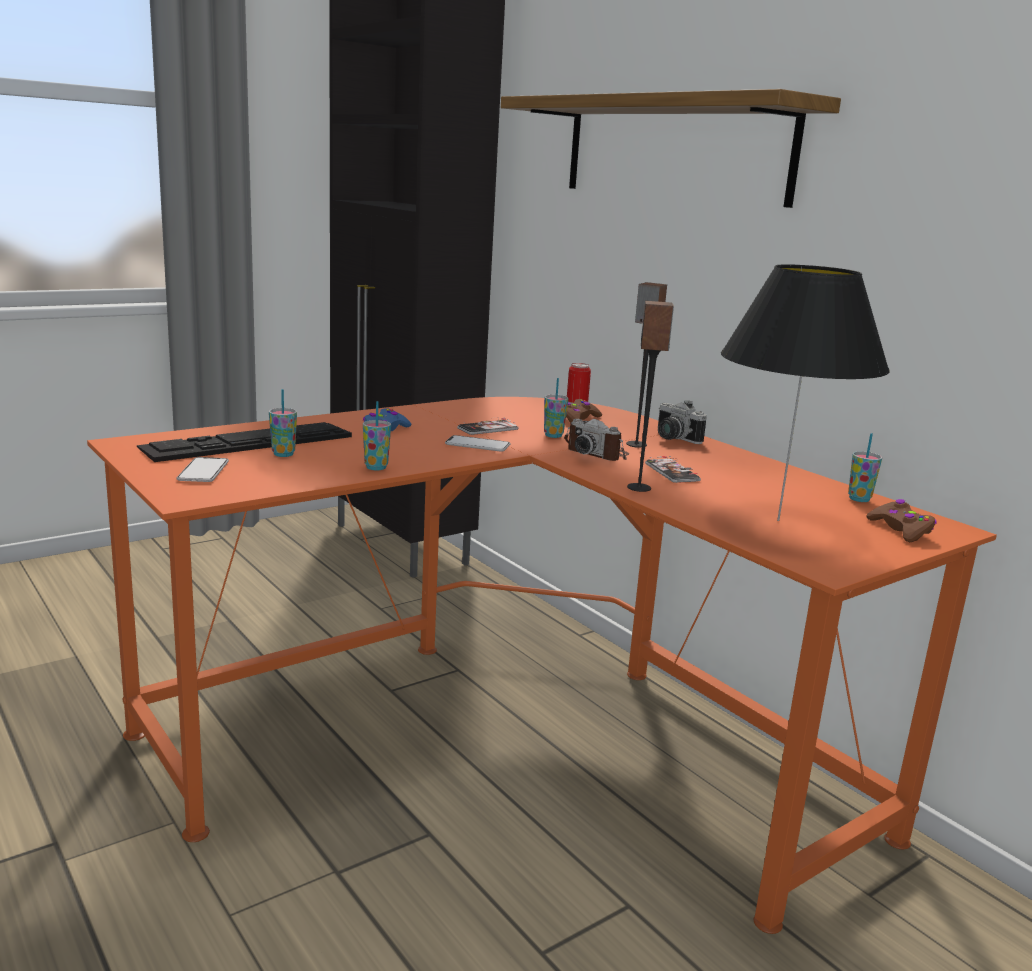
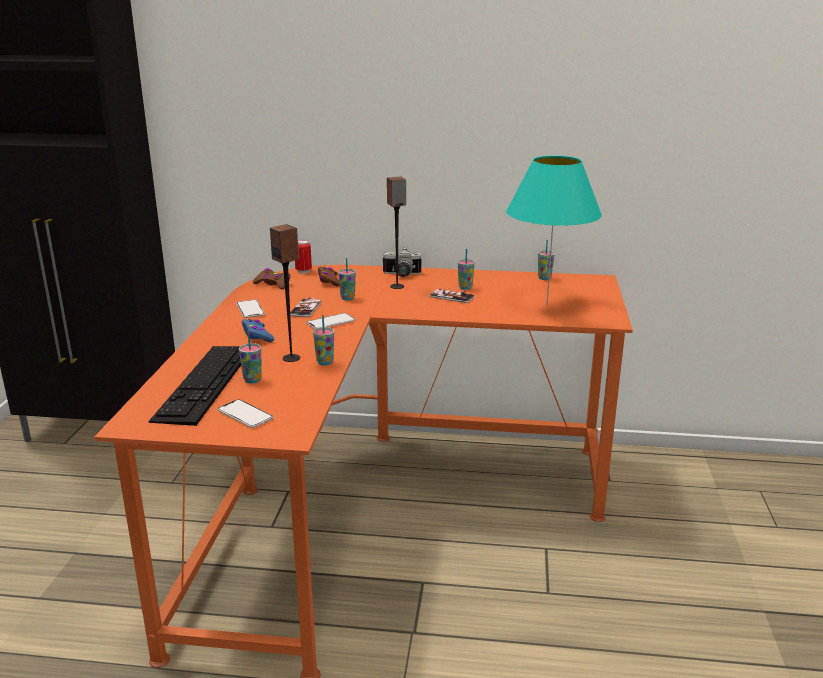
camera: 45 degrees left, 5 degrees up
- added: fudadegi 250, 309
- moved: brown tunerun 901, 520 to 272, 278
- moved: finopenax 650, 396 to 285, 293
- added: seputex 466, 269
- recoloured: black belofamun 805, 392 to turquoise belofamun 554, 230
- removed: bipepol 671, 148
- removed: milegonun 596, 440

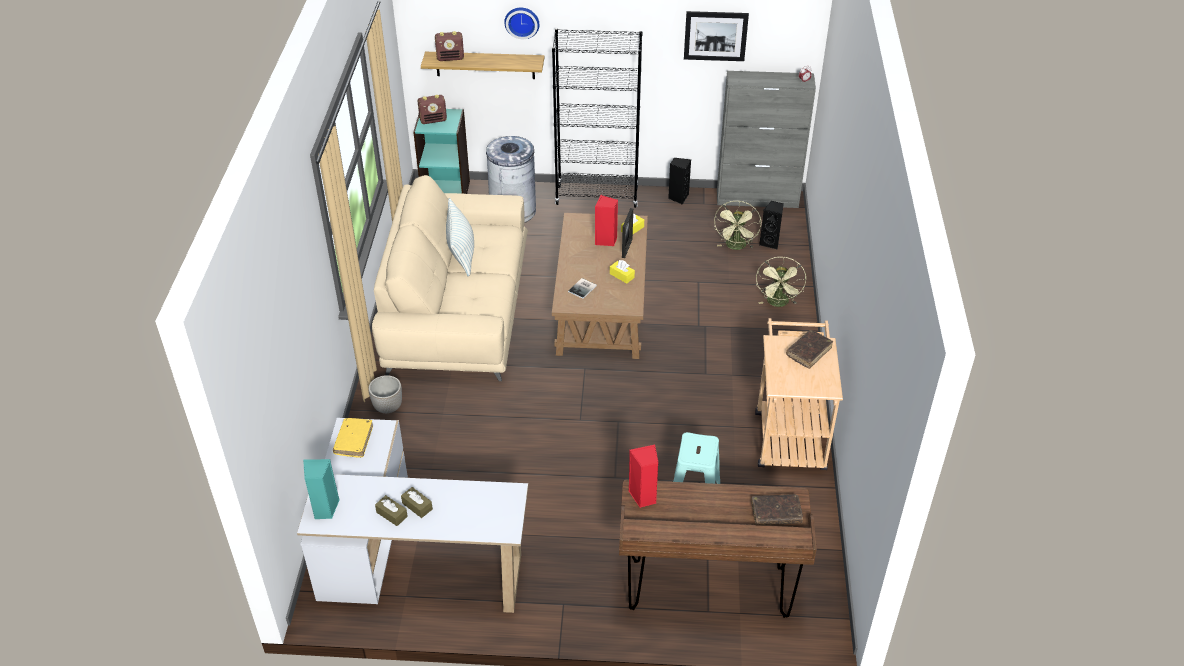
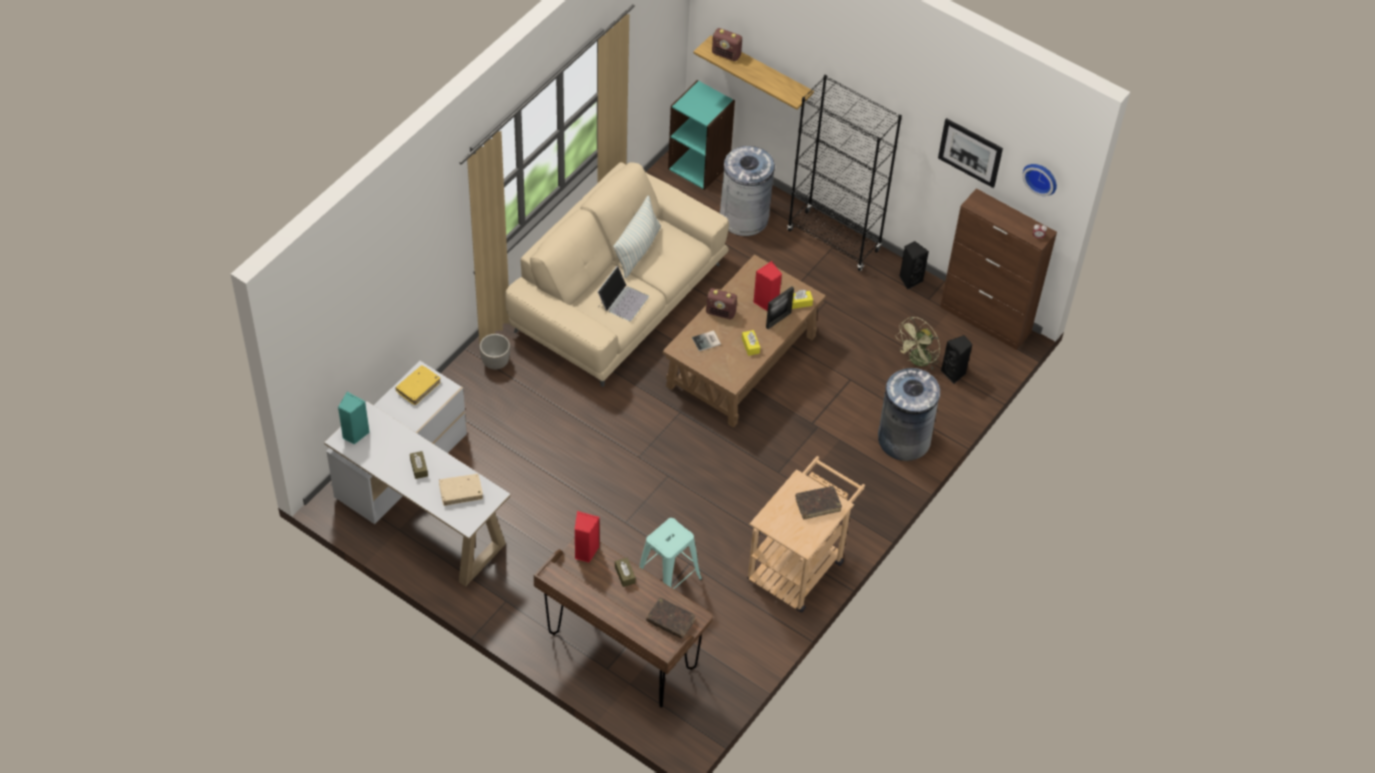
camera: 30 degrees right, 10 degrees up
- added: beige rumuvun 461, 490
- added: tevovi 623, 293
- moved: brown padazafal 391, 510 to 625, 572
- moved: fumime 432, 109 to 721, 303
- replaced: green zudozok 781, 282 to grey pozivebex 909, 414
- recoloured: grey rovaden 766, 139 to brown rovaden 998, 269
- moved: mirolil 521, 23 to 1040, 180

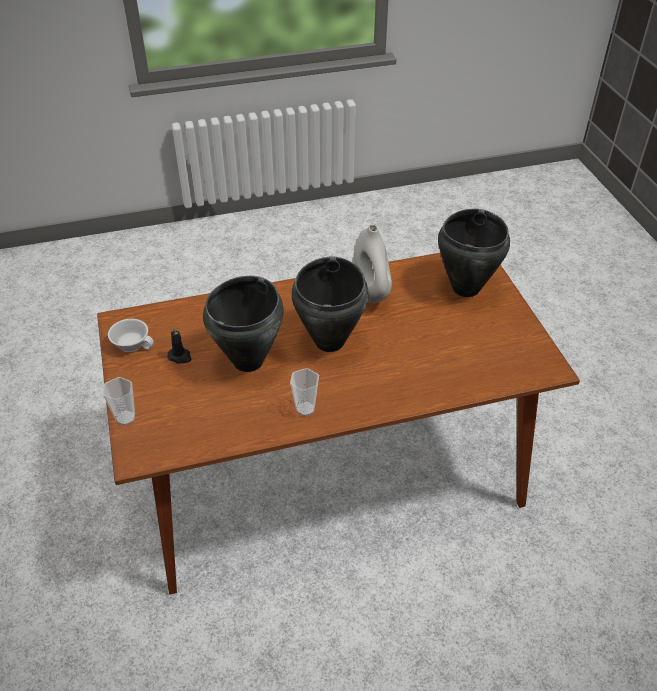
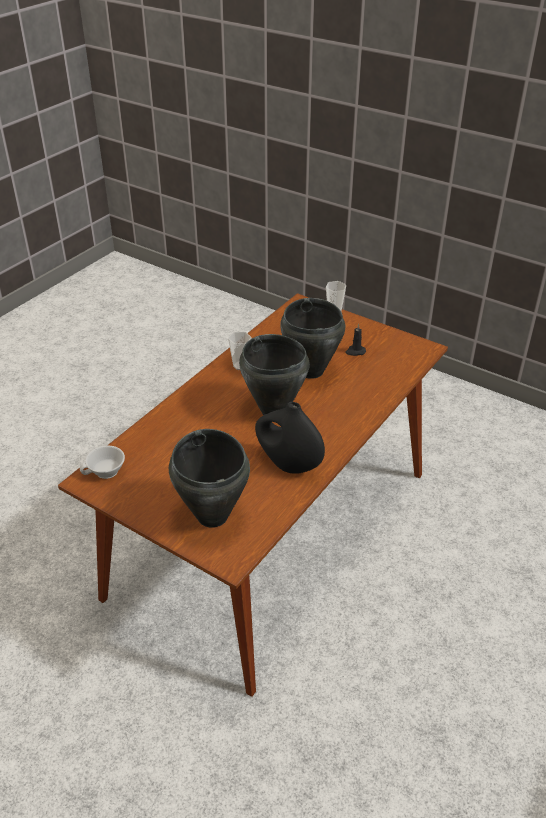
camera: 140 degrees right, 5 degrees down
- moved: white seputex 131, 335 to 102, 462
- recoloured: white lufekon 372, 263 to black lufekon 290, 438

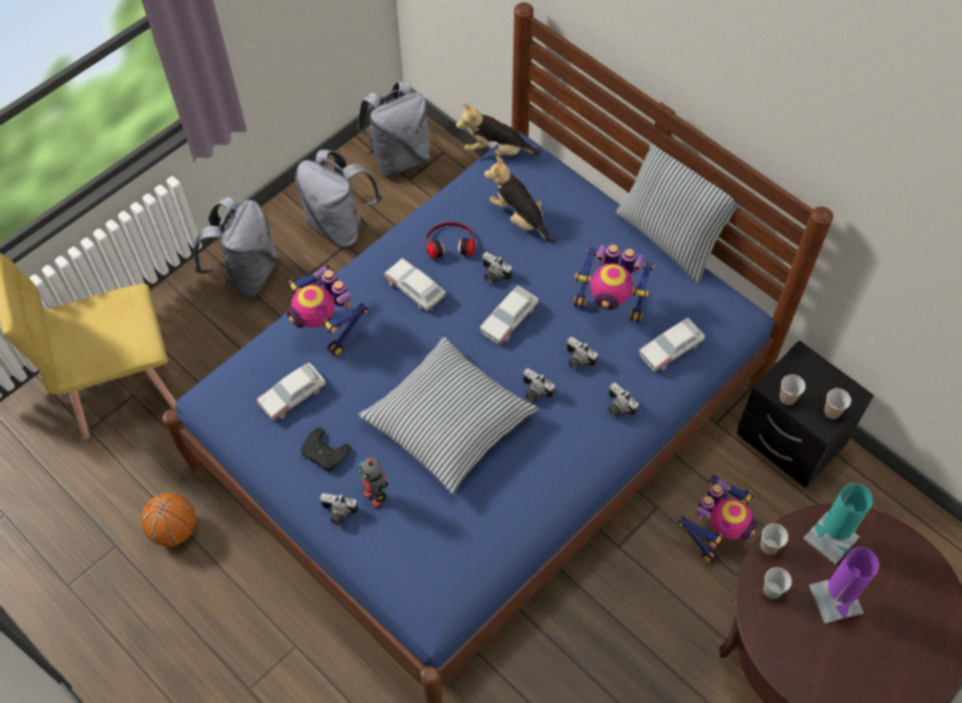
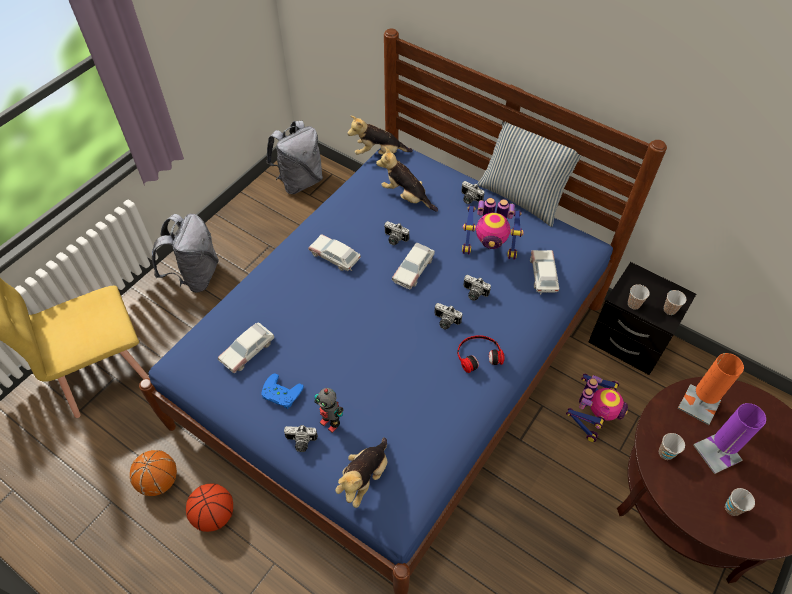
camera: 10 degrees left, 5 degrees down
- added: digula 209, 508
- recoloured: black tunerun 326, 449 to blue tunerun 282, 391
- added: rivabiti 361, 472
- moved: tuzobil 451, 240 to 481, 354
- moved: milegonun 623, 400 to 472, 192
- turned: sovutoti 671, 345 = 544, 272 135 degrees clockwise
- recoloured: turquoise belofamun 838, 524 to orange belofamun 711, 389
- moved: seputex 774, 539 to 740, 502
- removed: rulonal 328, 310
- removed: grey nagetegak 338, 198
- removed: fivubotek 448, 415

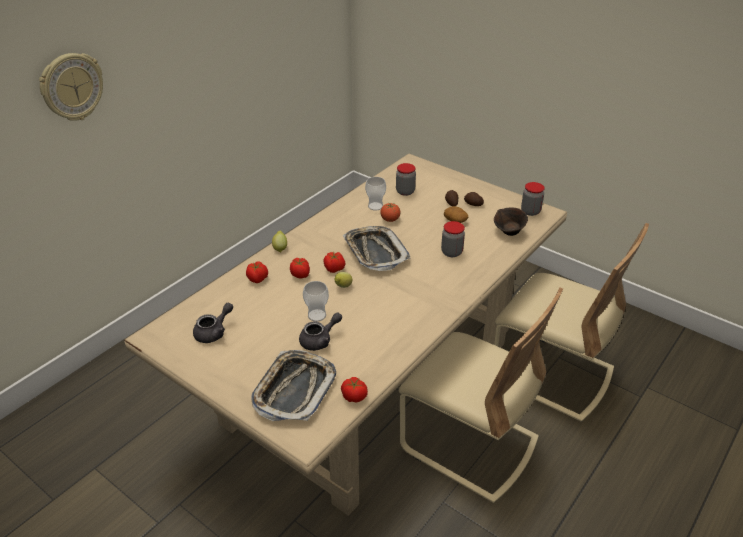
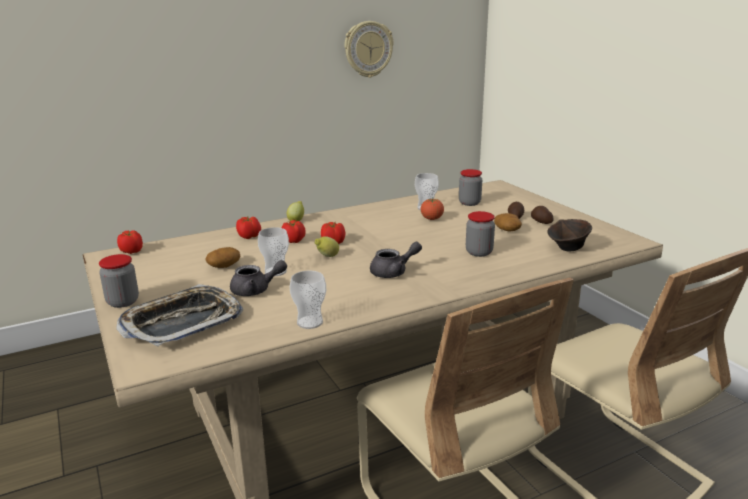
camera: 25 degrees right, 15 degrees down
- moved: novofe 533, 199 to 119, 281
- moved: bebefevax 354, 390 to 130, 242
- added: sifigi 223, 257
- added: seputex 308, 300
- moved: mirolil 71, 87 to 369, 49
- moved: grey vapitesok 213, 322 to 396, 260
- removed: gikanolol 377, 248

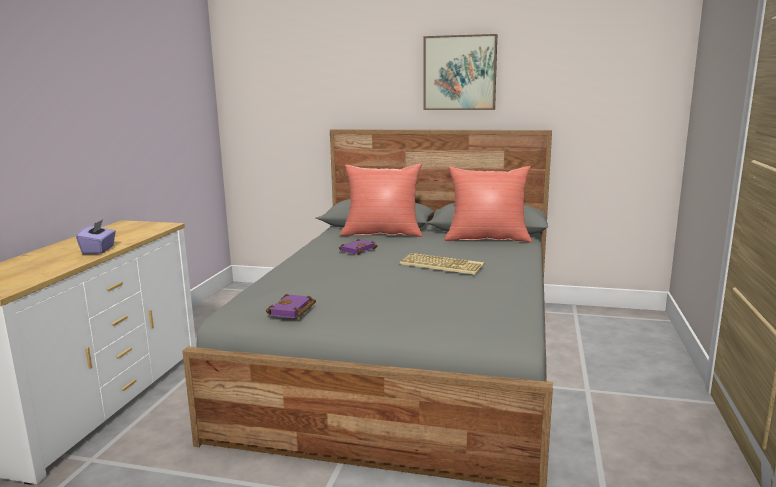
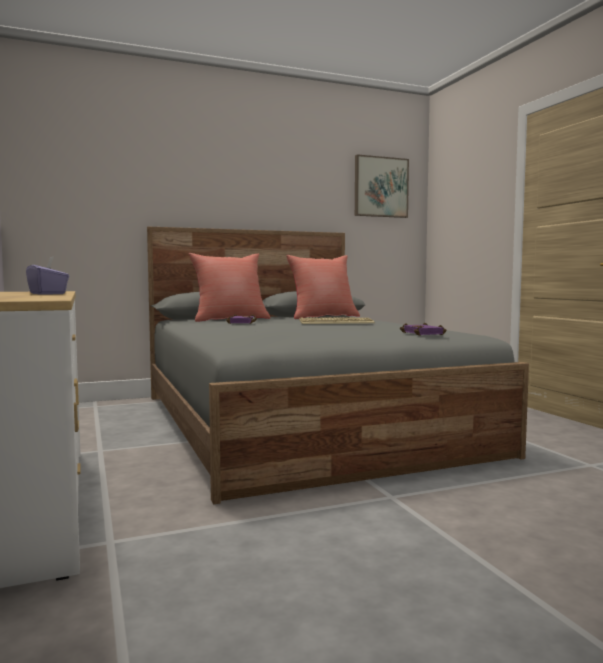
camera: 35 degrees left, 10 degrees down
- moved: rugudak 460, 72 to 382, 186
- moved: purple rumuvun 291, 306 to 423, 329

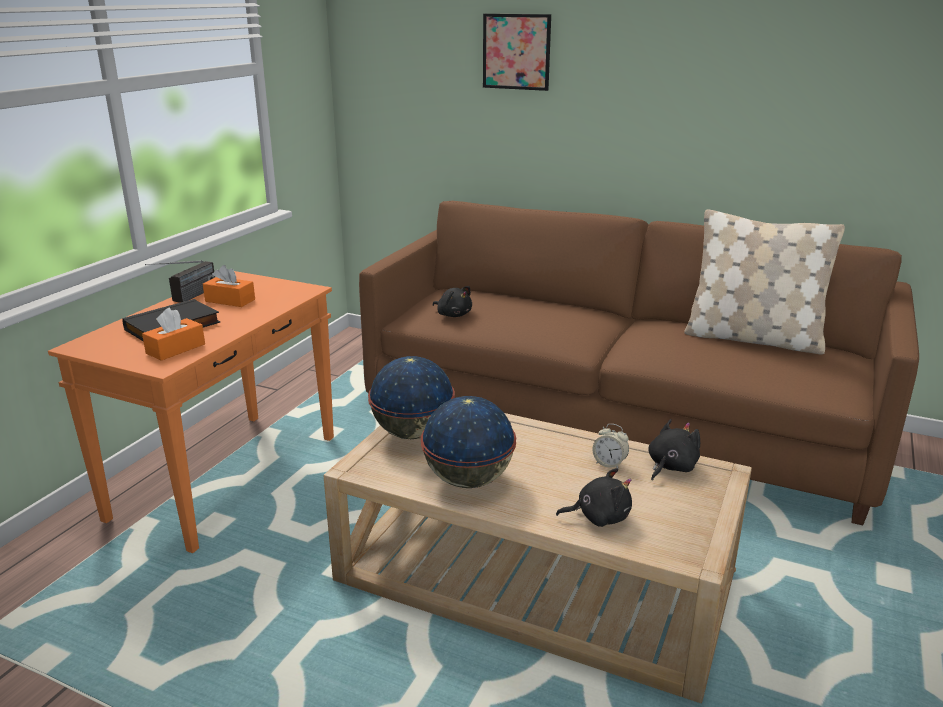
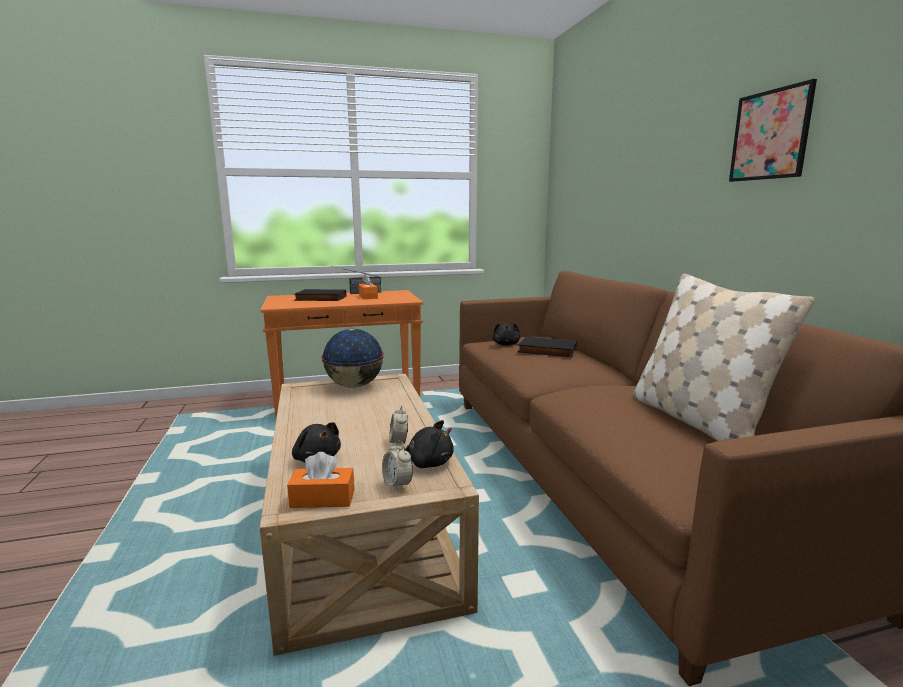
camera: 50 degrees right, 10 degrees down
- moved: orange padazafal 173, 334 to 320, 480
- added: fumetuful 397, 465
- added: black rumuvun 547, 346
- moved: rugudak 517, 52 to 773, 130
- removed: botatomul 468, 442

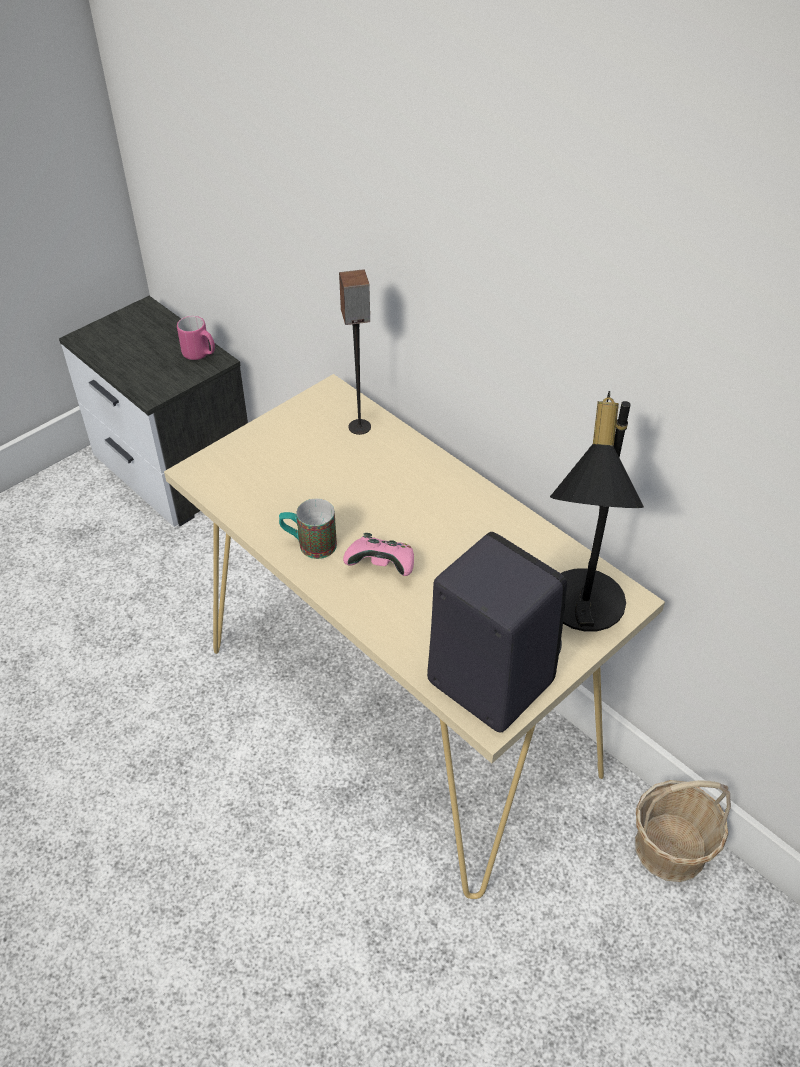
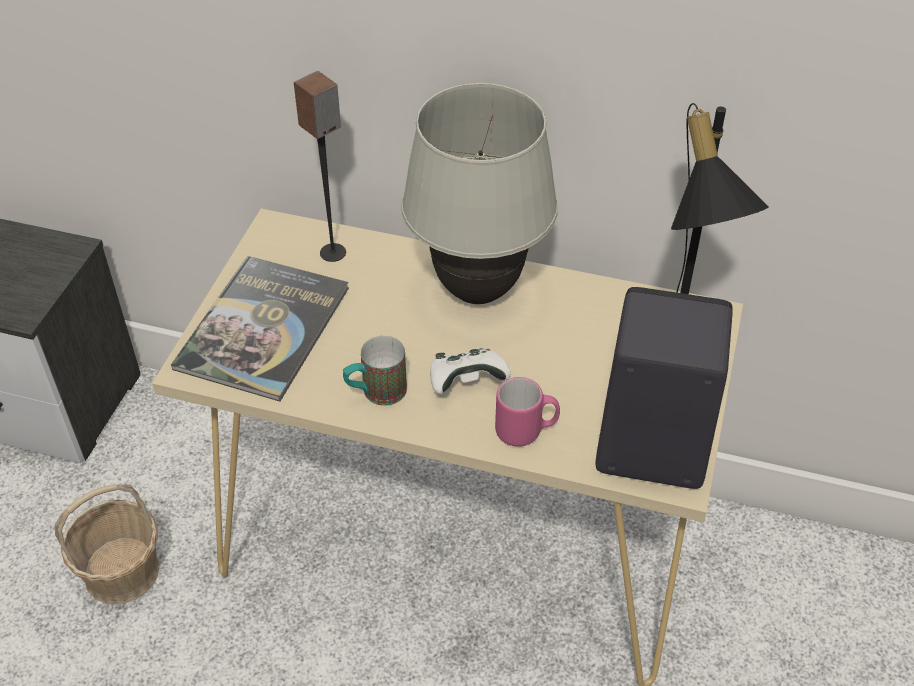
camera: 30 degrees left, 0 degrees up
- moved: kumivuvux 683, 831 to 107, 544
- added: rumuvun 260, 328
- added: white belofamun 479, 193
- recoloured: pink tunerun 378, 554 to white tunerun 470, 371
- moved: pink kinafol 196, 338 to 527, 412

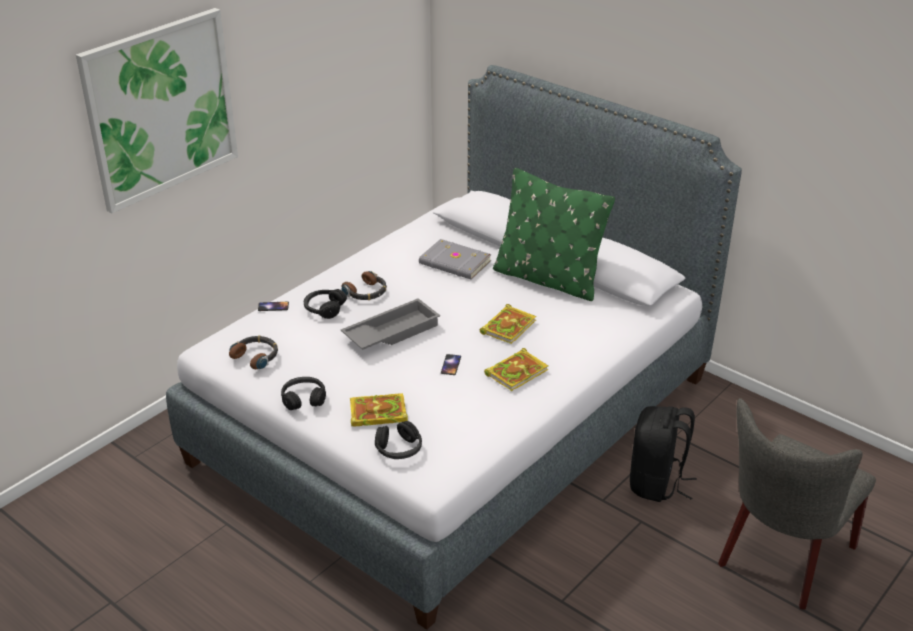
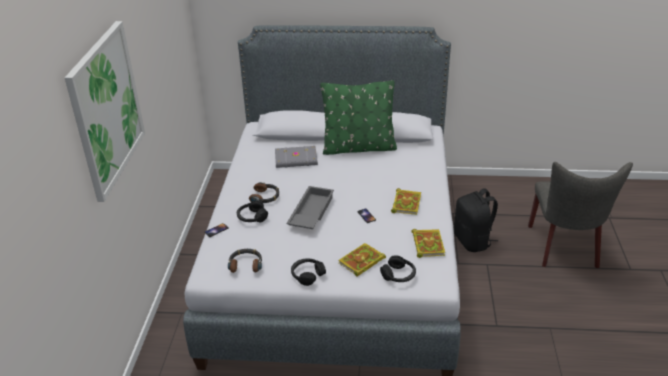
camera: 35 degrees left, 0 degrees up
- moved: rumuvun 508, 324 to 428, 243

